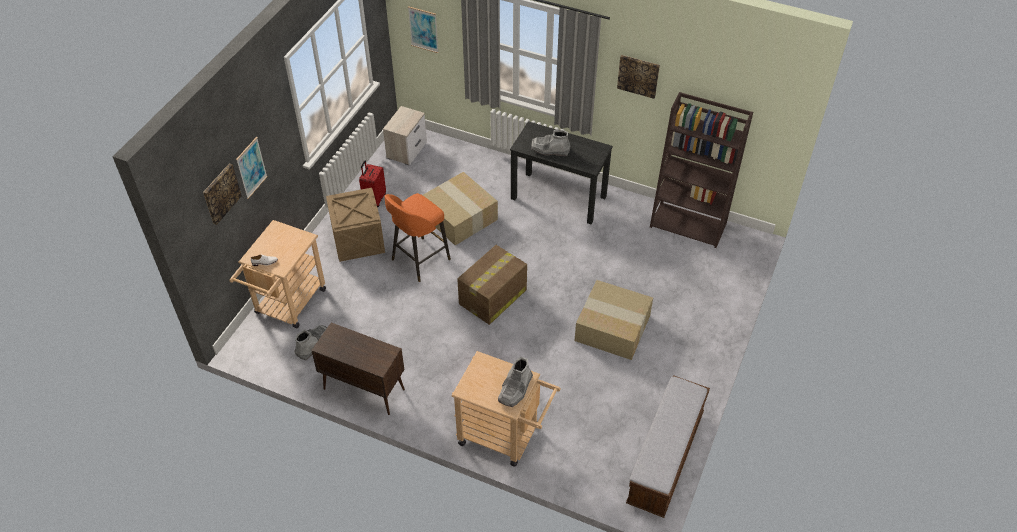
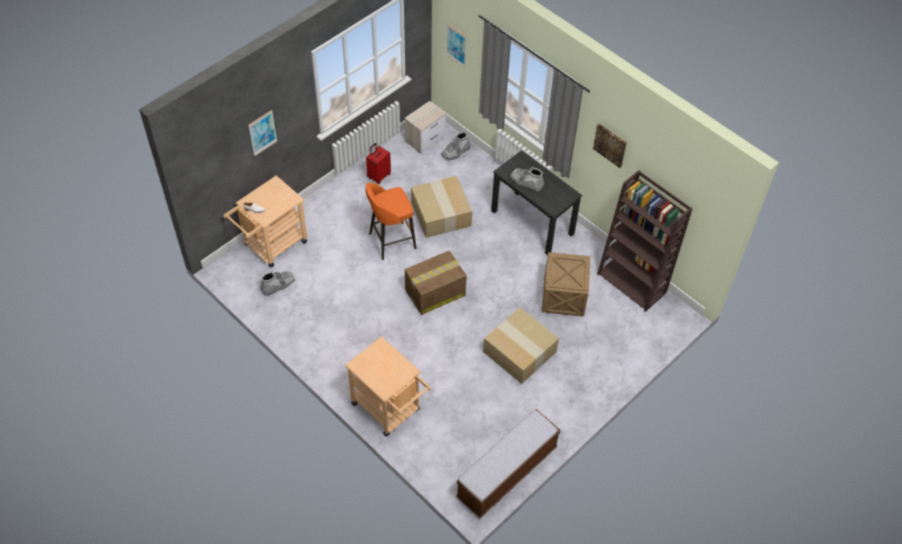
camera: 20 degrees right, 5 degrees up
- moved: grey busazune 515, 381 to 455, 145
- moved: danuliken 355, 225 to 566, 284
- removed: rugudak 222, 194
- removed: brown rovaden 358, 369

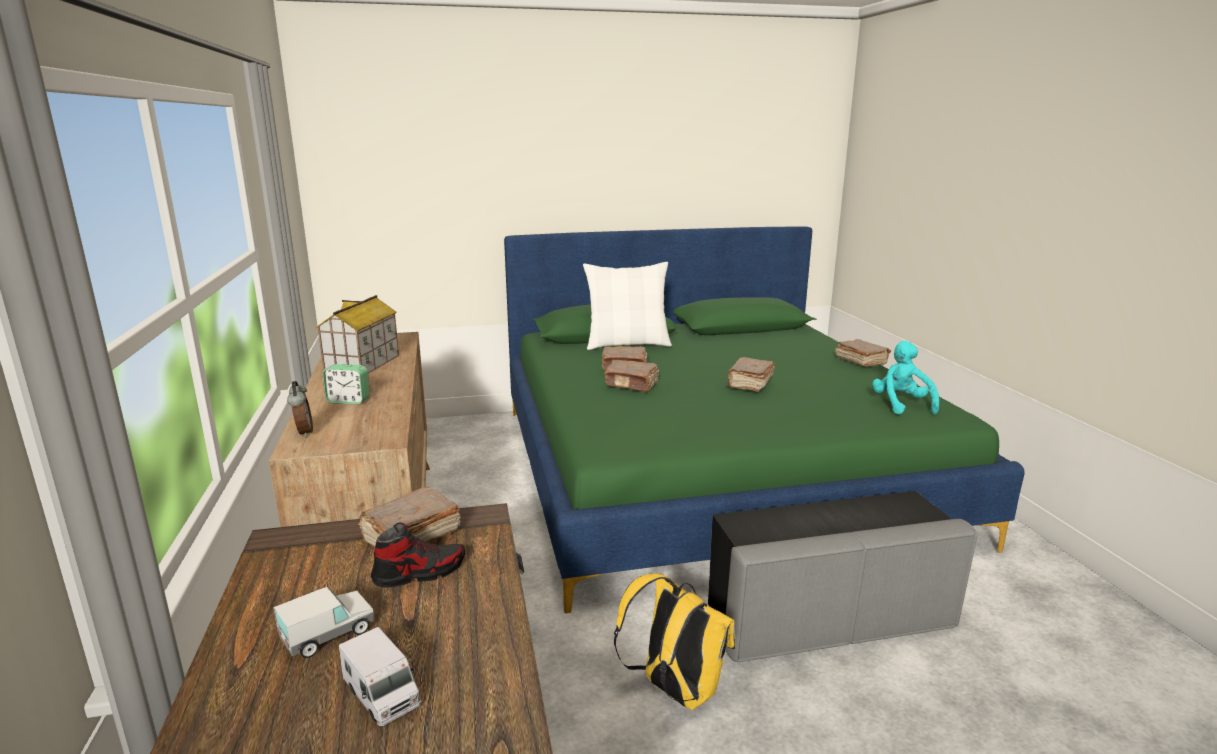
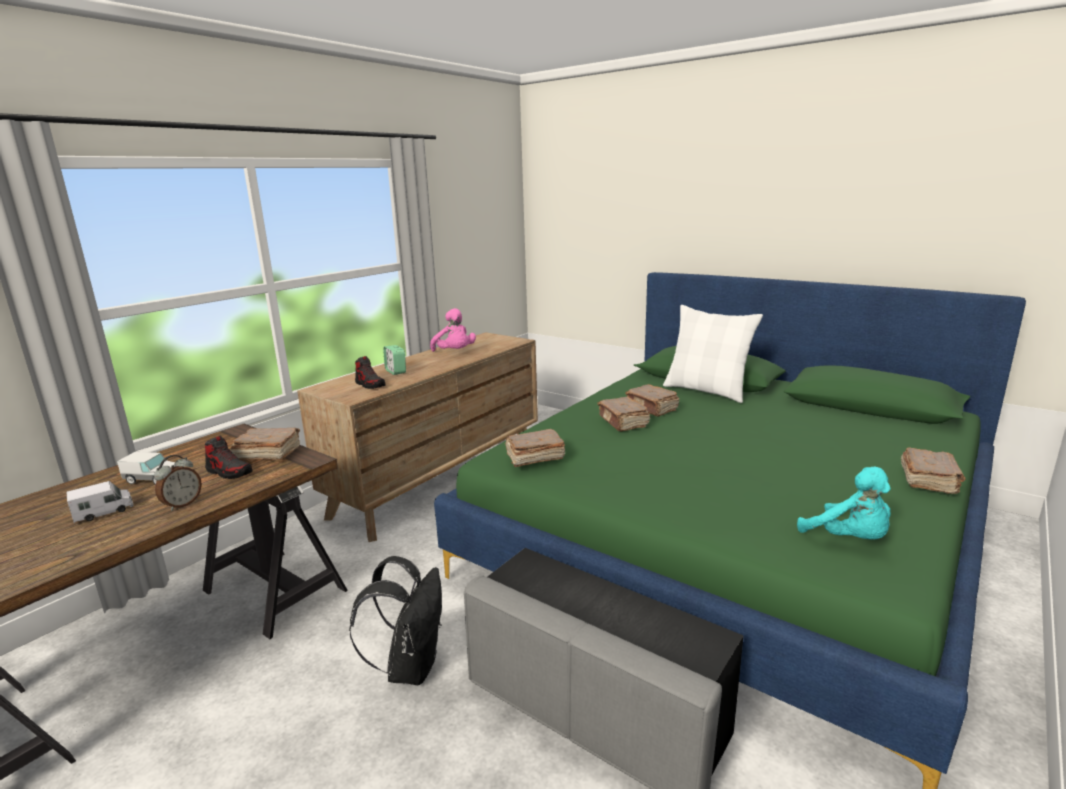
camera: 50 degrees right, 0 degrees up
- turned: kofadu 380, 676 = 100, 502 135 degrees counterclockwise
- moved: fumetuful 300, 409 to 178, 483
- recoloured: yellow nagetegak 675, 641 to black nagetegak 395, 620
- added: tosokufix 370, 372
- replaced: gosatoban 357, 334 to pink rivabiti 453, 330
- moved: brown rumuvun 751, 374 to 535, 448
- turned: turquoise rivabiti 905, 378 = 844, 503 105 degrees clockwise

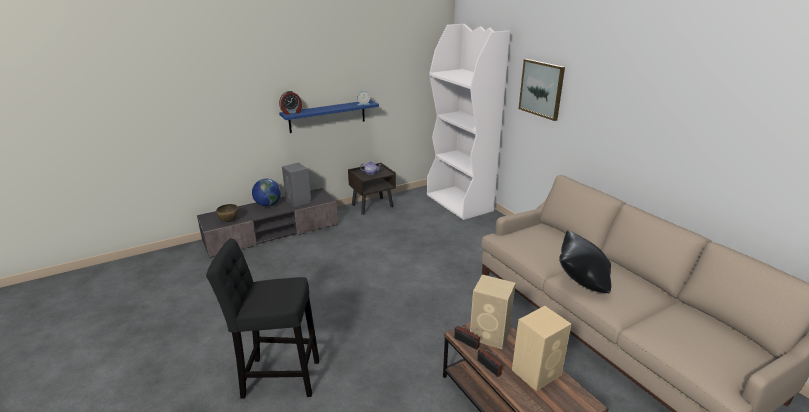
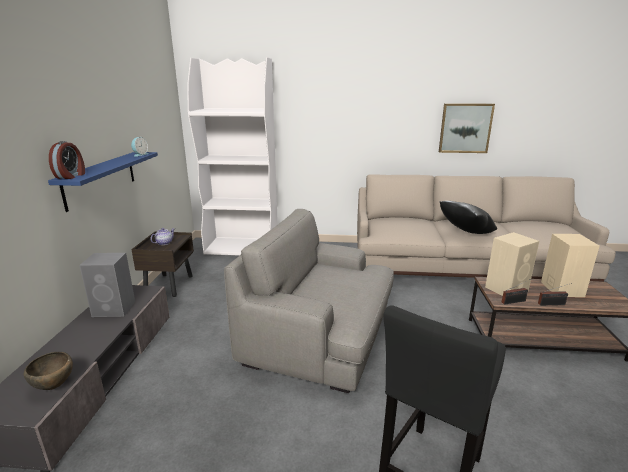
camera: 55 degrees left, 5 degrees down
- added: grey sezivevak 309, 301
- moved: rugudak 542, 90 to 467, 128
- removed: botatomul 266, 192

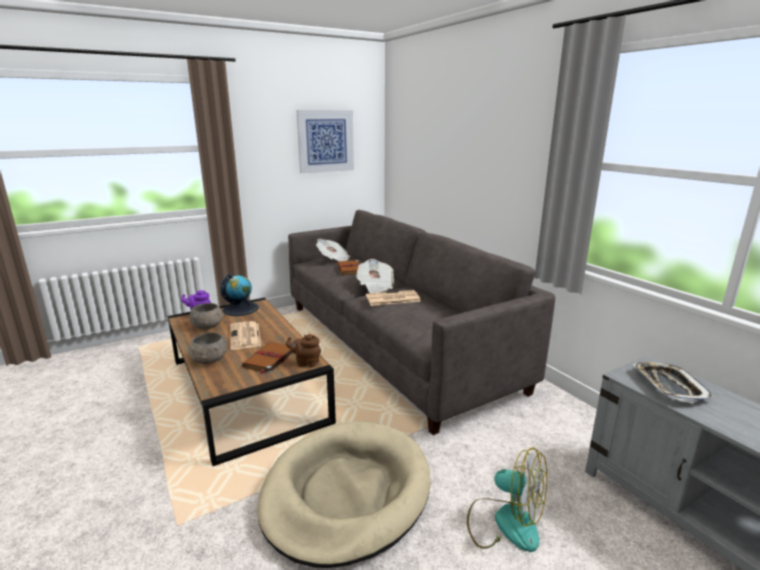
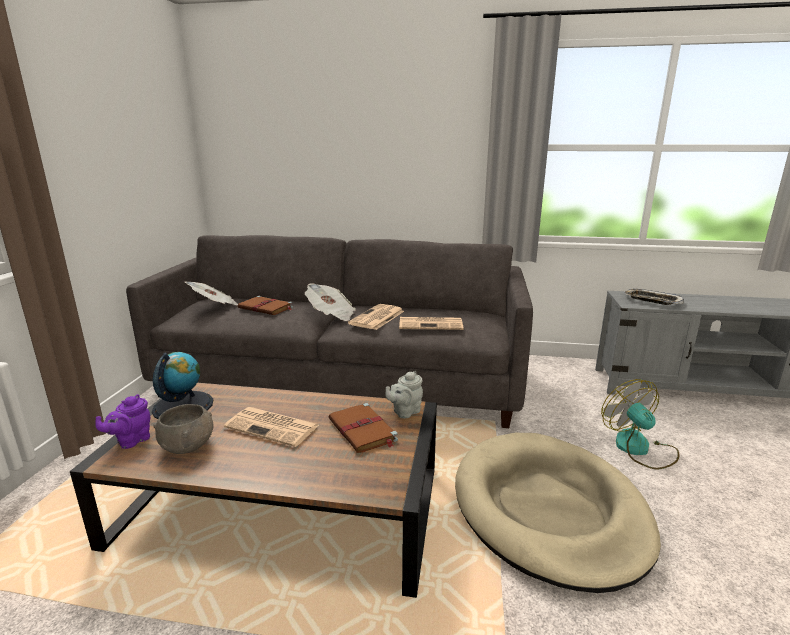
camera: 50 degrees left, 0 degrees up
- recoloured: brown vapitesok 303, 350 to grey vapitesok 404, 395
- added: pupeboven 431, 323
- turned: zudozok 507, 499 = 640, 424 90 degrees counterclockwise
- removed: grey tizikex 207, 348
- removed: rugudak 325, 141

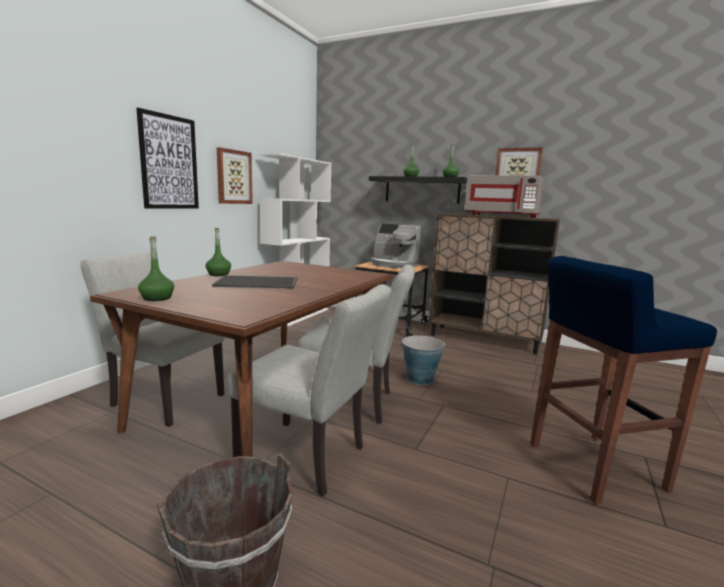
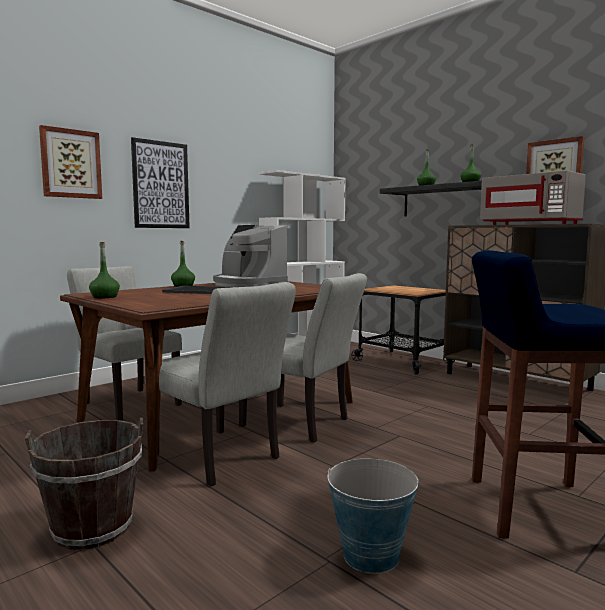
camera: 20 degrees right, 5 degrees down
- moved: rugudak 235, 175 to 70, 162
- moved: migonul 396, 246 to 250, 256
- moved: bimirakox 422, 360 to 373, 516

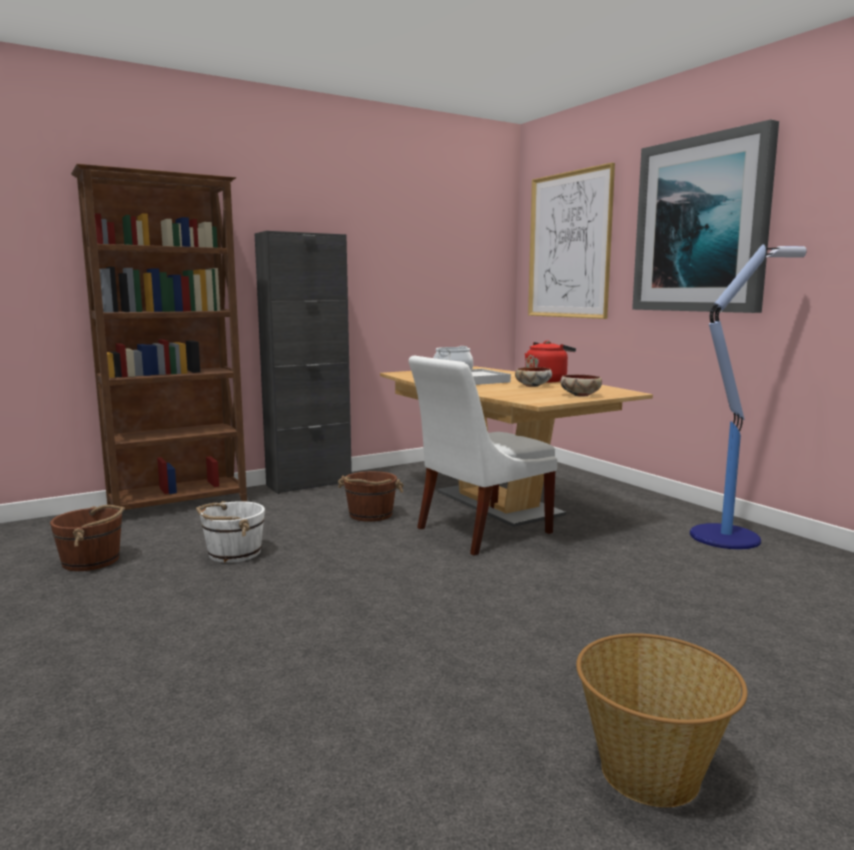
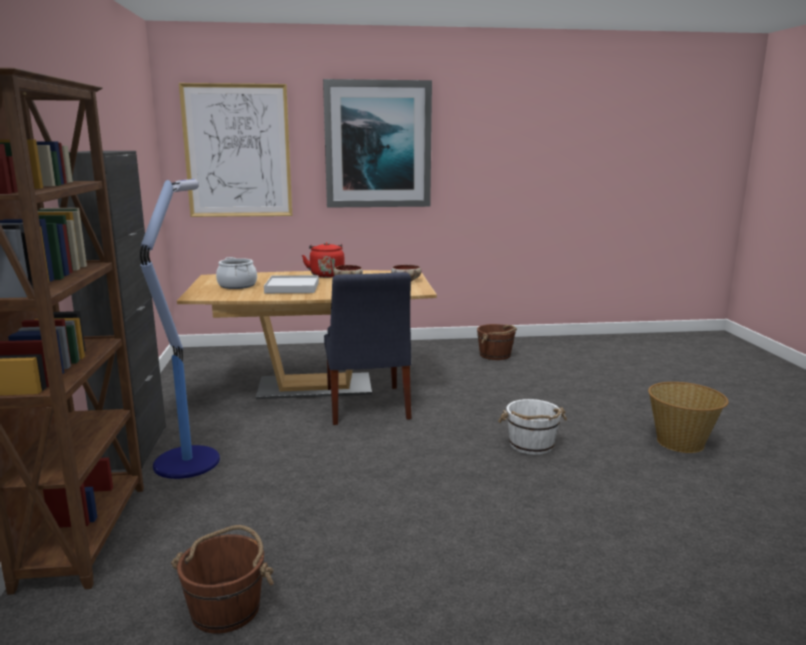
camera: 65 degrees left, 5 degrees up
- moved: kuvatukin 748, 396 to 180, 329
- recoloured: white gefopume 483, 455 to blue gefopume 368, 348
- moved: brown bimirakox 371, 496 to 497, 342
- moved: white bimirakox 230, 532 to 532, 427

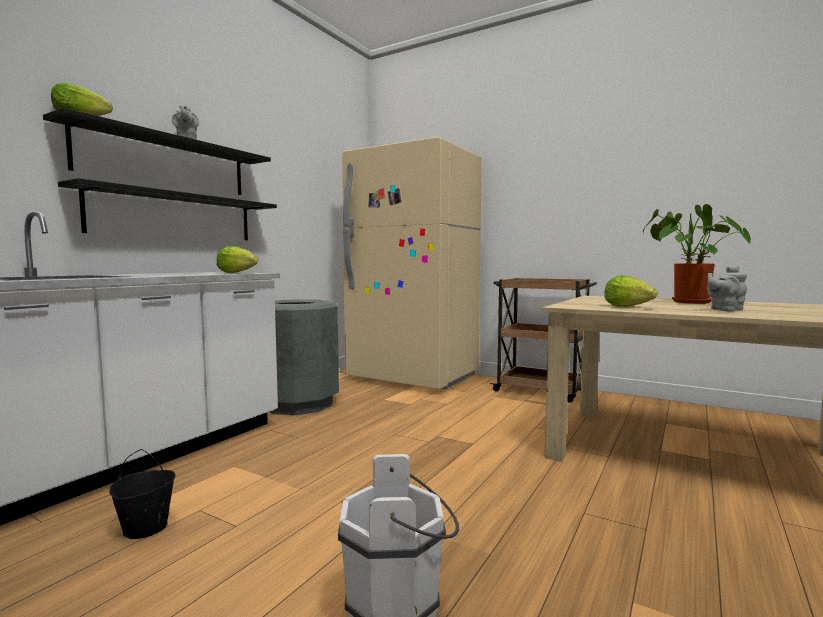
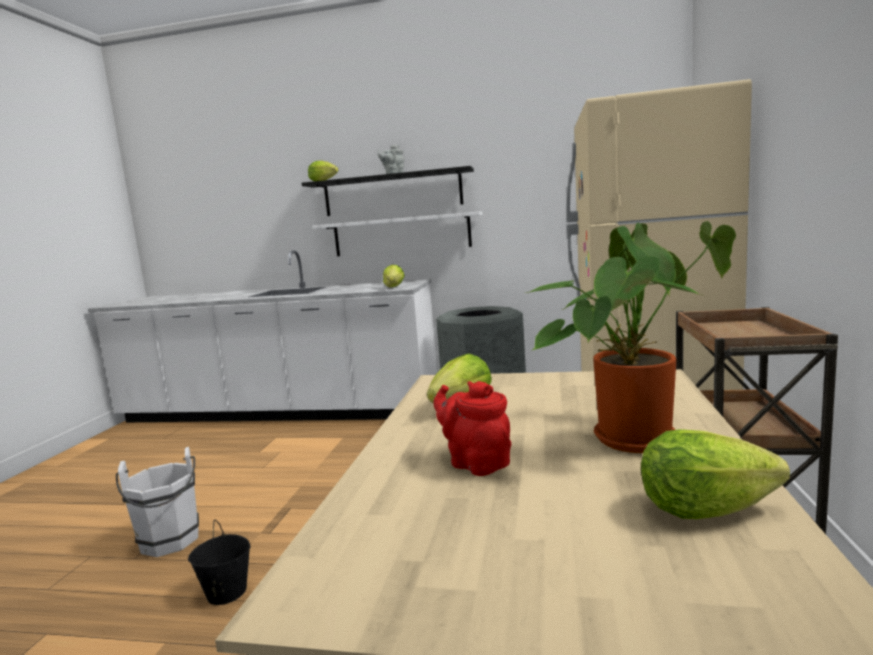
camera: 70 degrees right, 5 degrees up
- moved: black bimirakox 142, 494 to 219, 562
- recoloured: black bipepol 167, 209 to white bipepol 397, 234
- recoloured: grey vapitesok 727, 288 to red vapitesok 472, 428
- added: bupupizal 715, 474

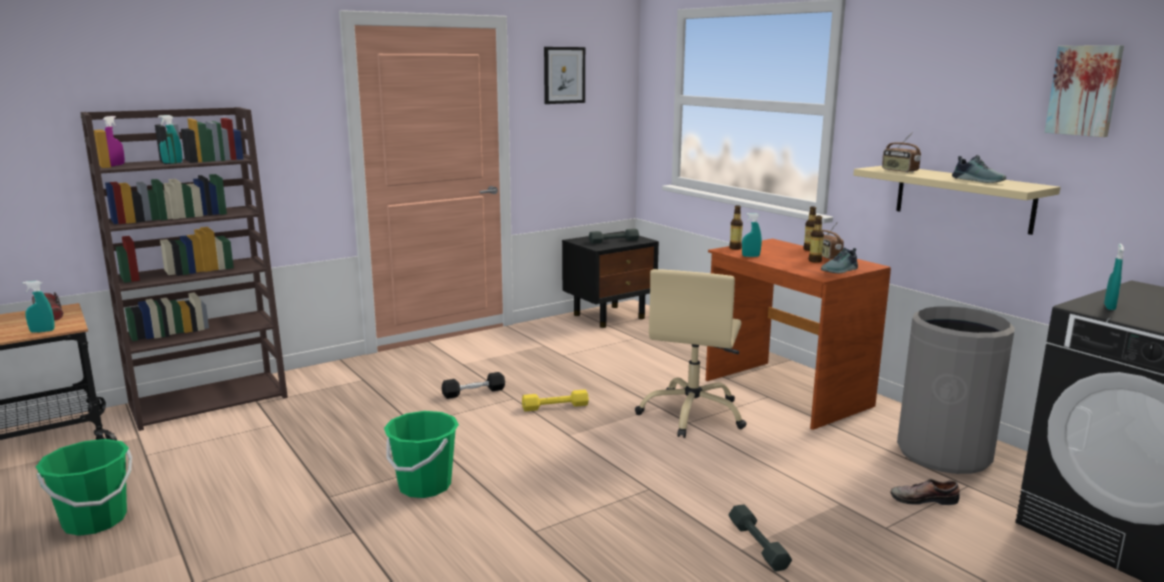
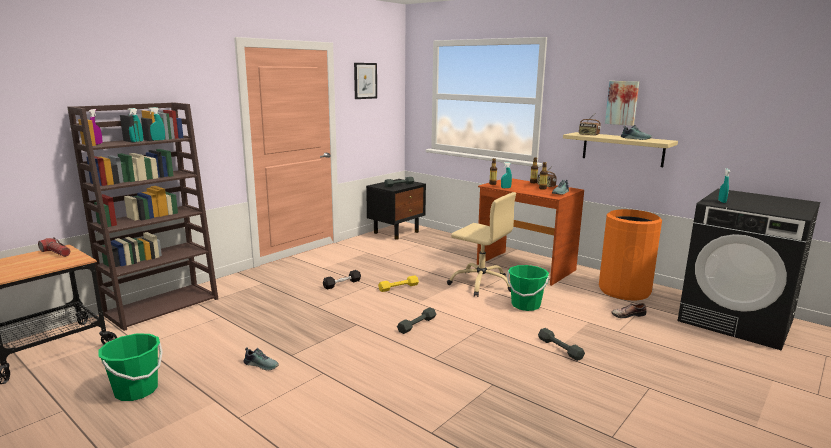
camera: 15 degrees left, 0 degrees up
- moved: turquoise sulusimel 38, 307 to 156, 124
- added: tosokufix 261, 358
- added: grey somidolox 416, 320
- turned: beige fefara 690, 353 = 481, 244 60 degrees counterclockwise
- moved: green bimirakox 421, 454 to 528, 288
- recoloured: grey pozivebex 956, 390 to orange pozivebex 630, 255
- moved: rugudak 1084, 91 to 622, 103

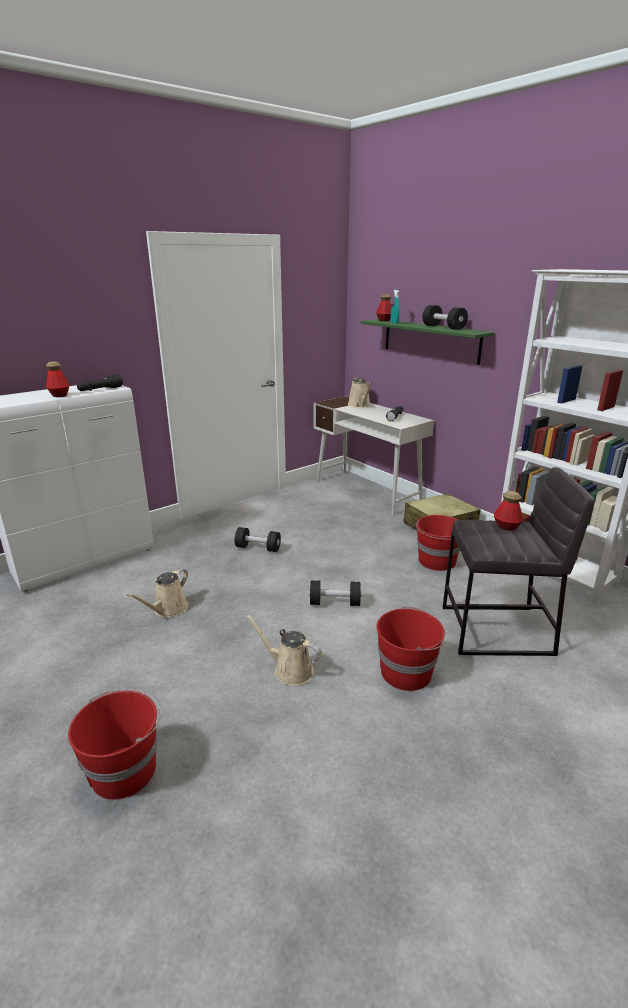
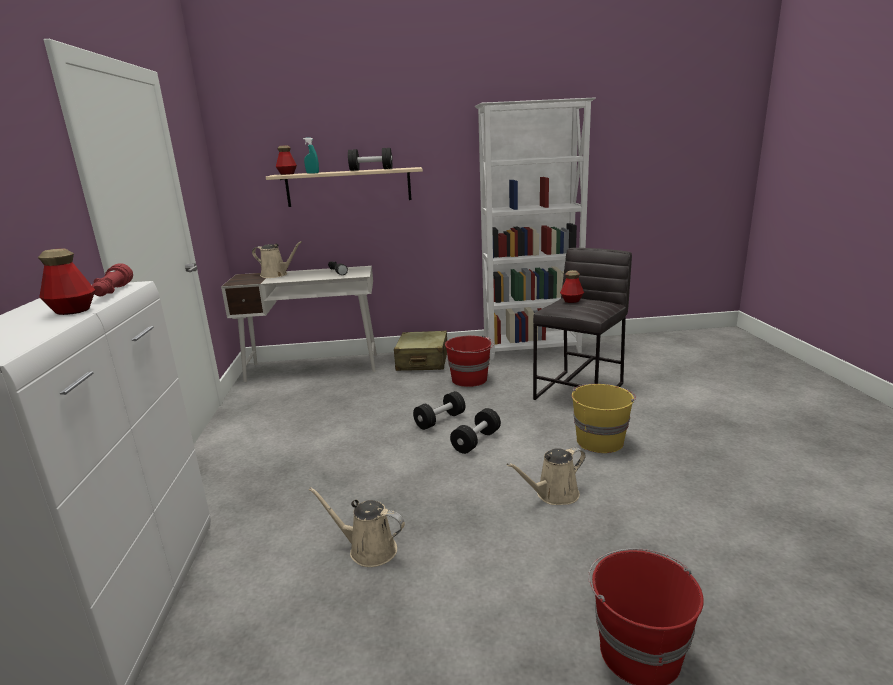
camera: 55 degrees left, 5 degrees down
- recoloured: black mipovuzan 100, 382 to red mipovuzan 112, 279
- recoloured: green bipepol 428, 342 to beige bipepol 344, 187
- turned: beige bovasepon 158, 593 = 356, 527 135 degrees clockwise
- moved: black somidolox 258, 539 to 439, 410
- recoloured: red bimirakox 412, 648 to yellow bimirakox 604, 418

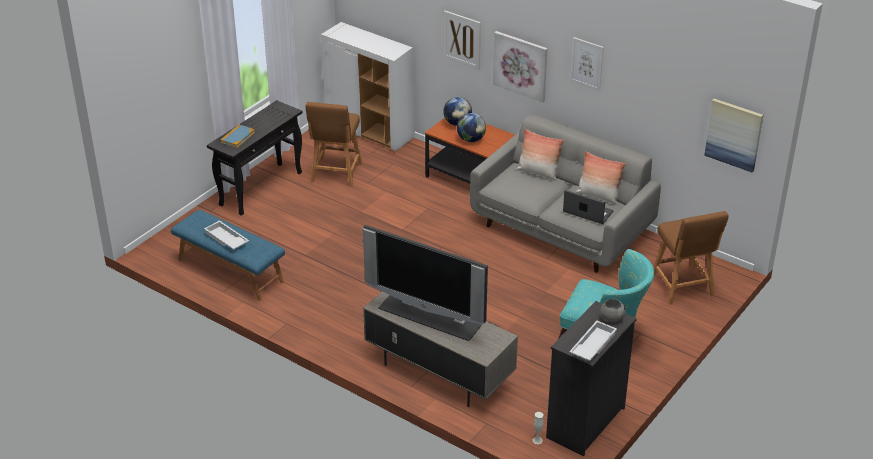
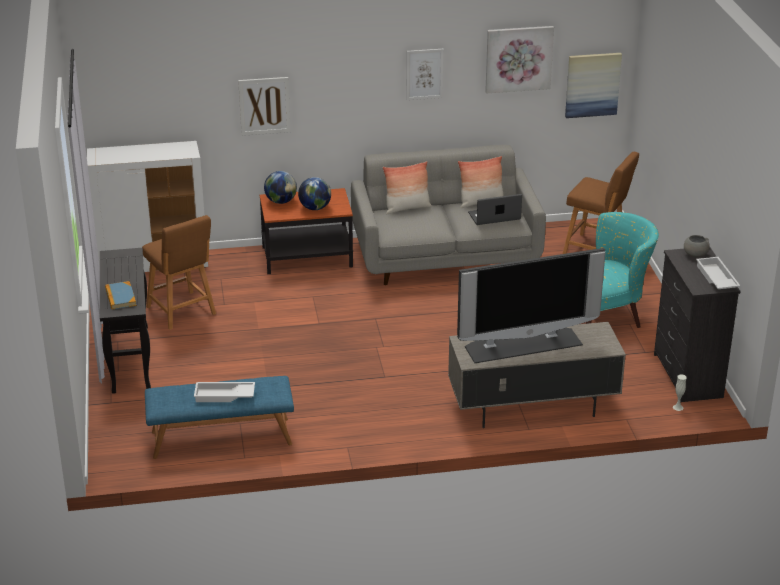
camera: 45 degrees left, 5 degrees down
- moved: rugudak 520, 66 to 519, 60

